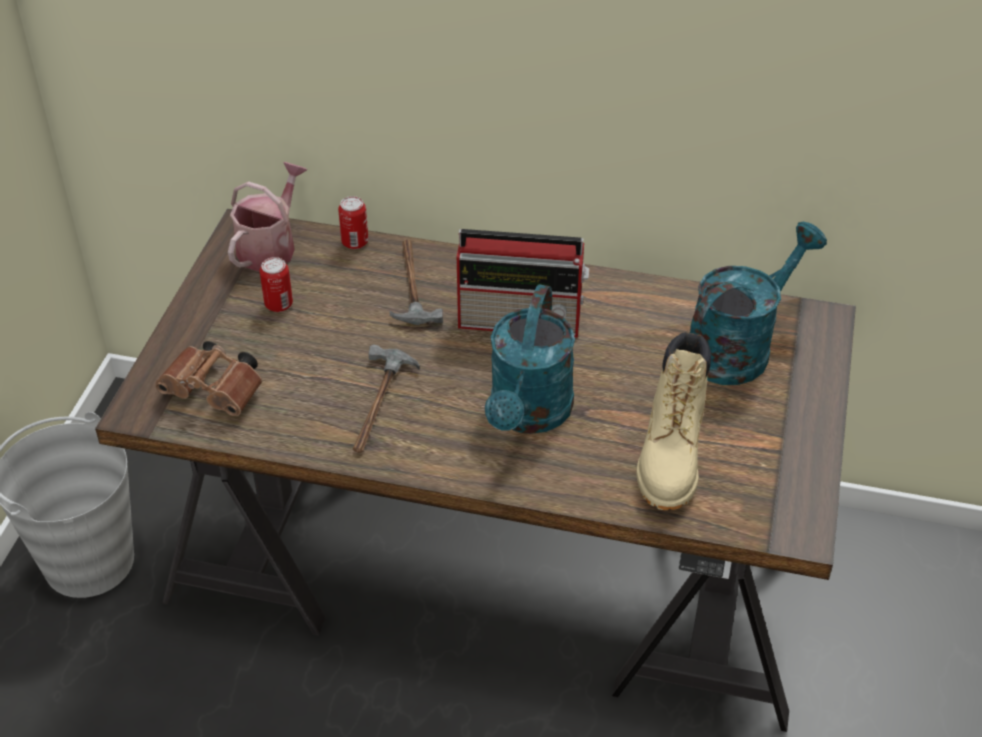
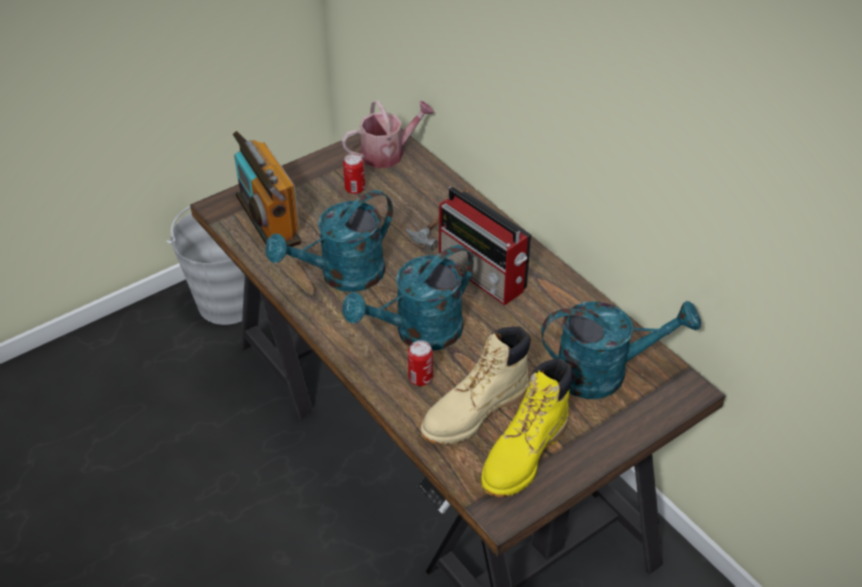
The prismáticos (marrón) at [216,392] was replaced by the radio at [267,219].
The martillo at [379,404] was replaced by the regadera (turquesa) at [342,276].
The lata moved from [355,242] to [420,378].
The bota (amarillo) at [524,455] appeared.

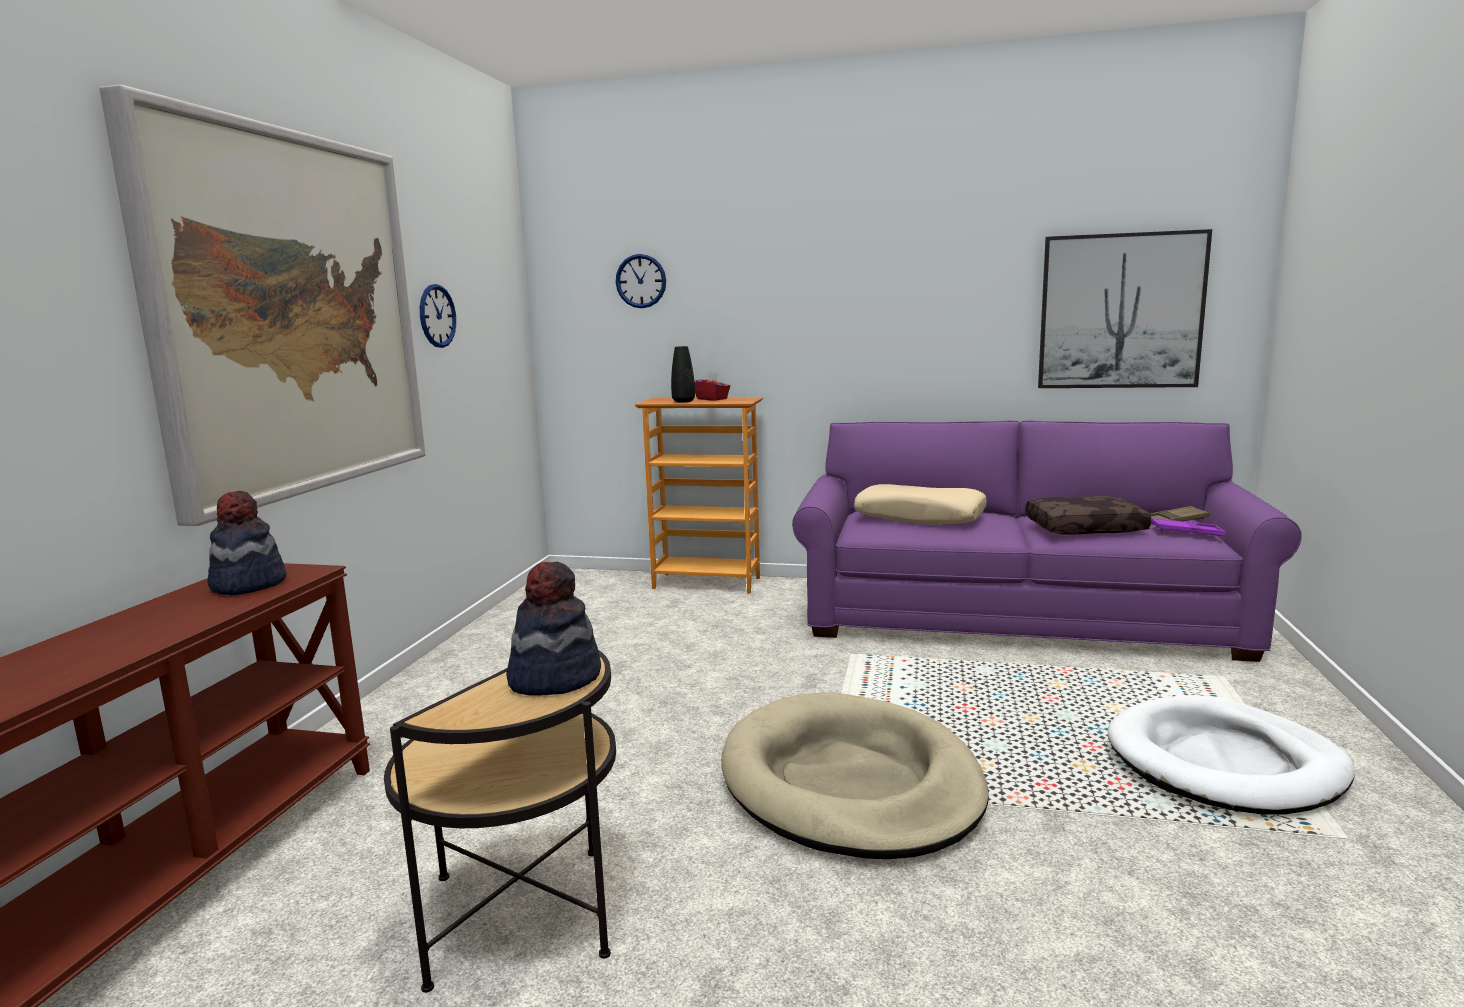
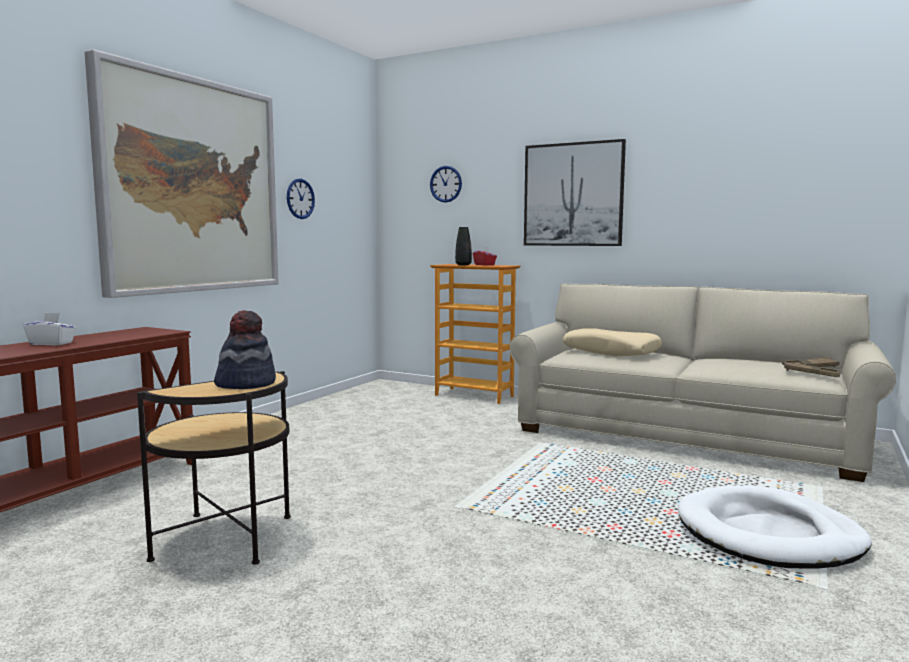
The caja de pañuelos (blanco) at [52,343] appeared.
The sofá (morado) at [1017,616] became the sofá (beis) at [685,435].
The cuadro moved from [1120,311] to [573,194].
The bandeja (morado) at [1187,532] became the bandeja (marrón) at [811,373].
The sombrero at [248,584] disappeared.
The cama para perro (beis) at [850,783] disappeared.
The cojín (marrón) at [1085,528] disappeared.

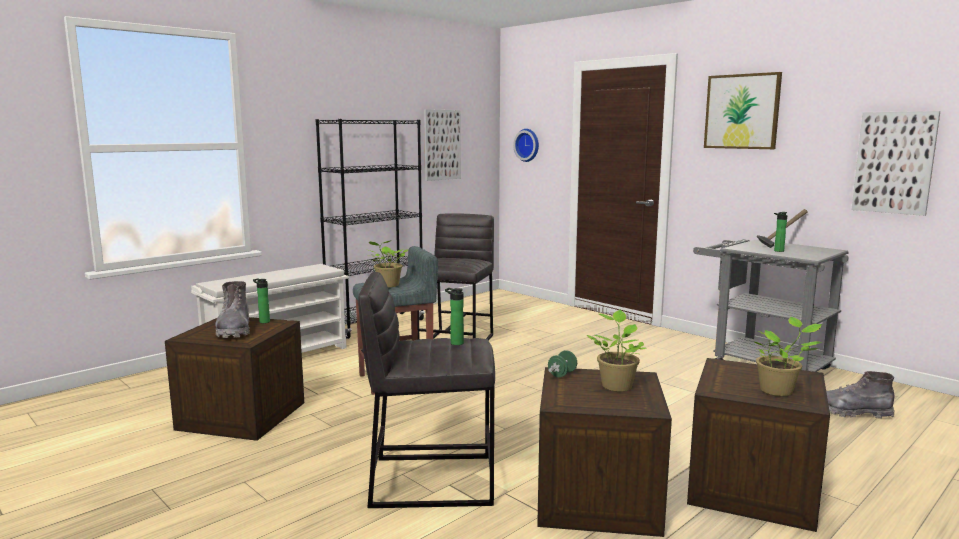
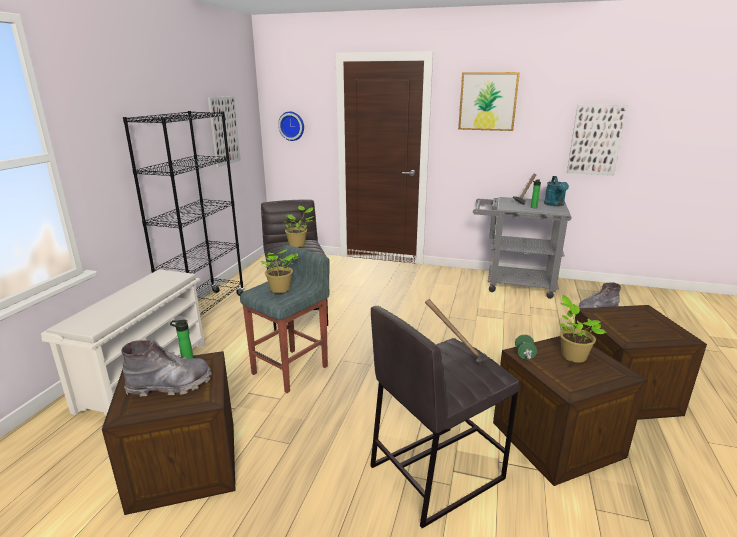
The bota (gris) at [234,330] turned 60 degrees counterclockwise.
The planta en maceta moved from [778,391] to [298,245].
The botella at [455,343] was replaced by the martillo at [455,355].
The regadera (turquesa) at [555,205] appeared.

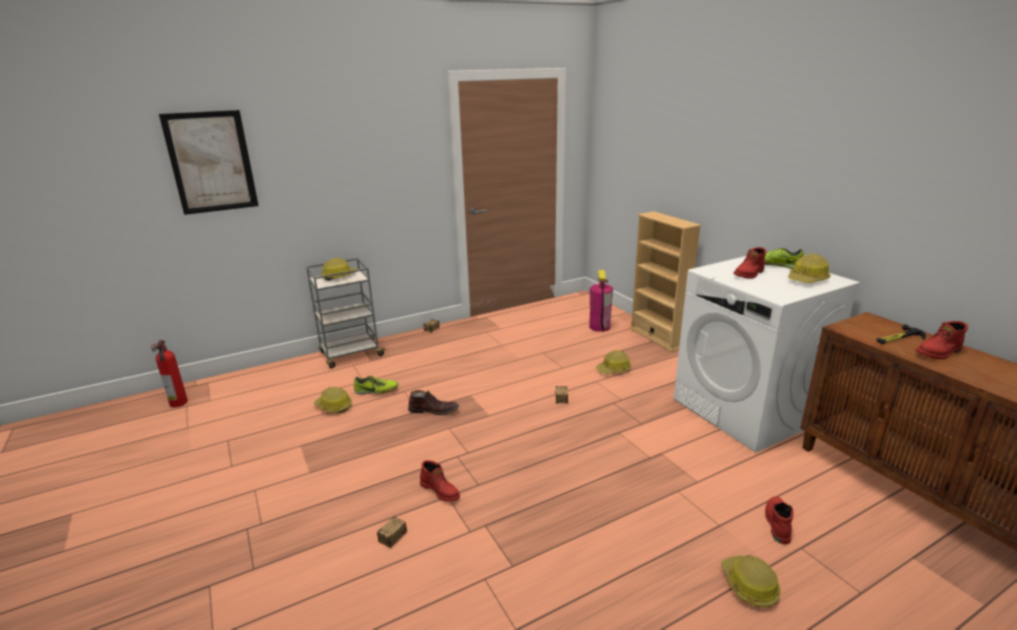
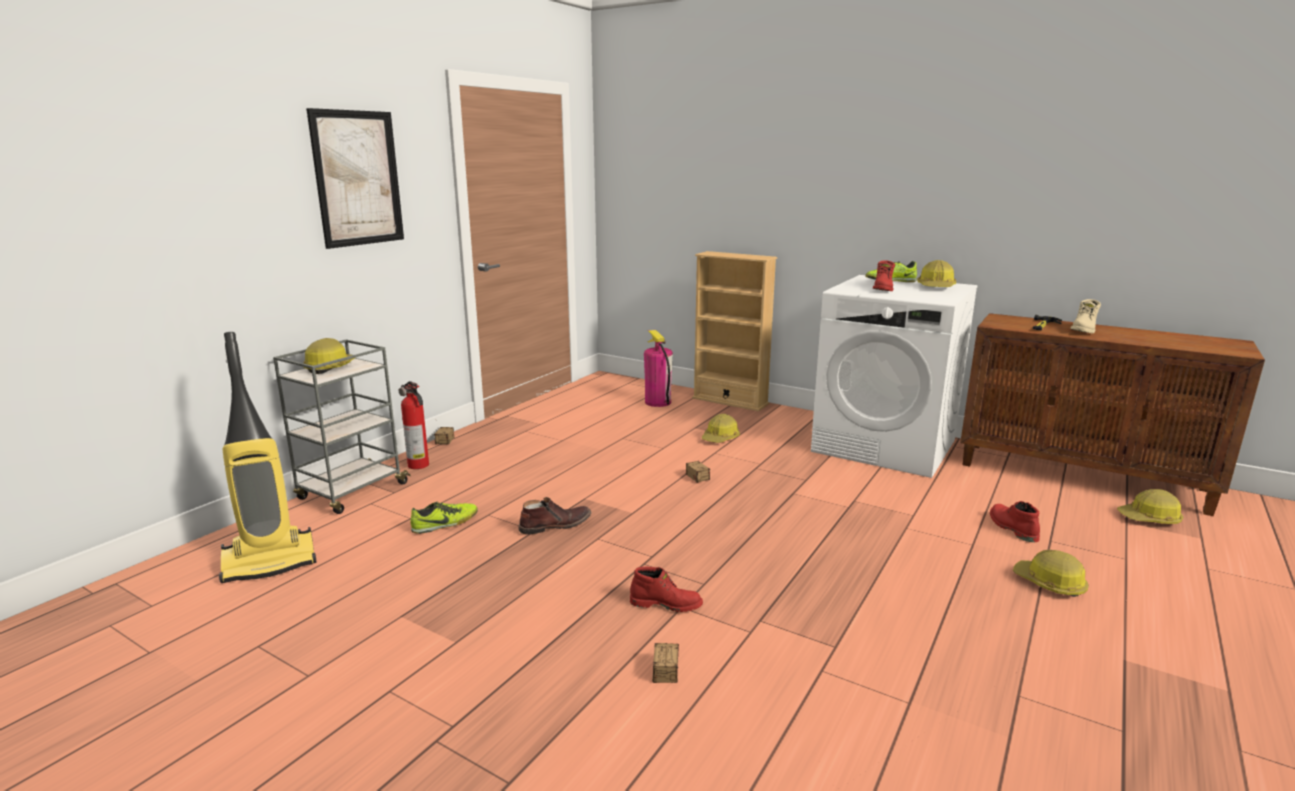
The aspiradora at [270,562] appeared.
The cuadro moved from [211,162] to [358,178].
The extintor moved from [178,403] to [419,465].
The bota (rojo) at [939,353] became the bota (beis) at [1084,330].
The casco moved from [333,406] to [1149,519].

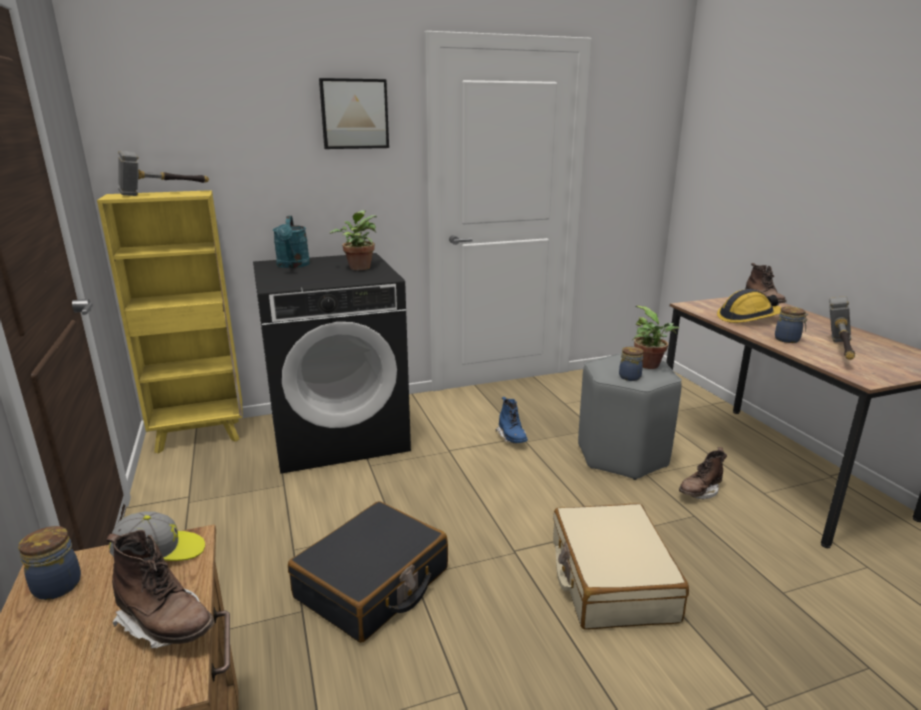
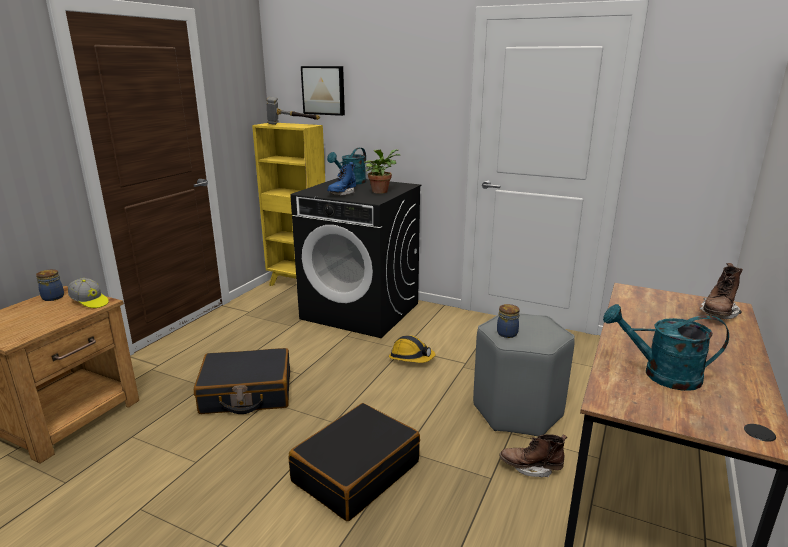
The maleta (beis) at [610,580] became the maleta (negro) at [355,471].
The cuadro moved from [354,114] to [324,90].
The bota (azul) moved from [512,438] to [342,194].
The casco moved from [747,318] to [411,358].
The martillo at [839,351] was replaced by the regadera (turquesa) at [661,375].
The bota (marrón) at [165,624] disappeared.
The planta en maceta at [651,366] disappeared.
The tarro at [788,340] disappeared.

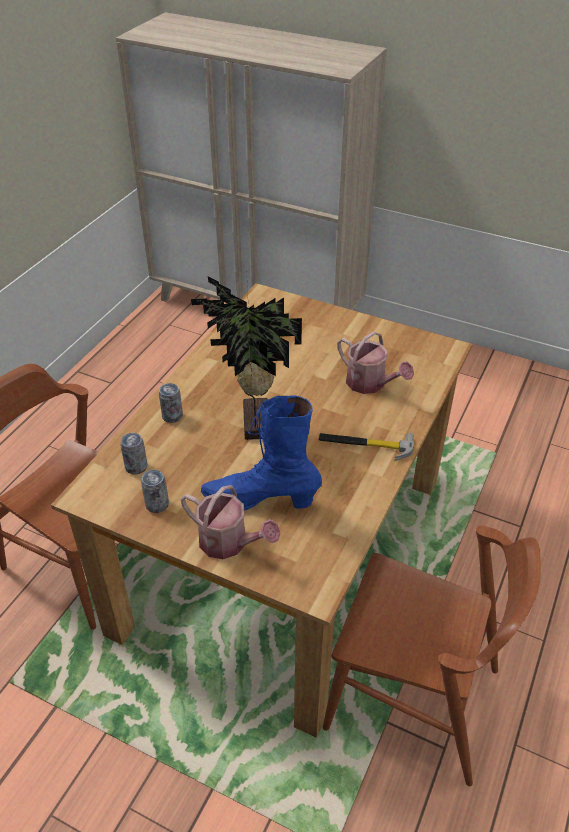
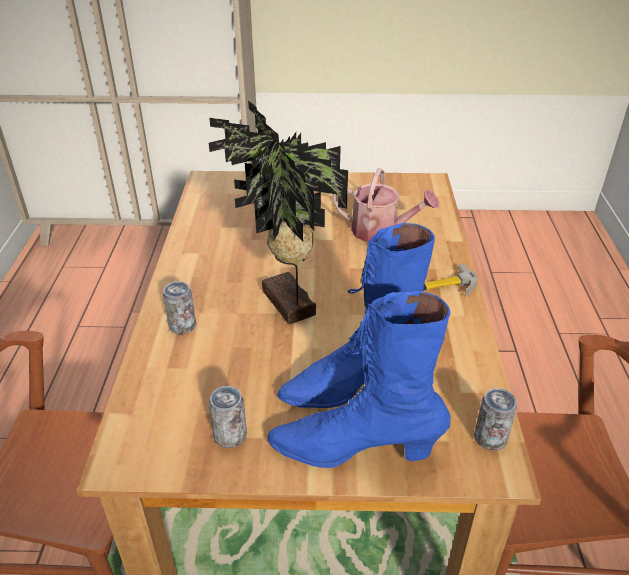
The regadera at [229,543] was replaced by the bota (azul) at [354,449].
The lata moved from [136,467] to [490,438].

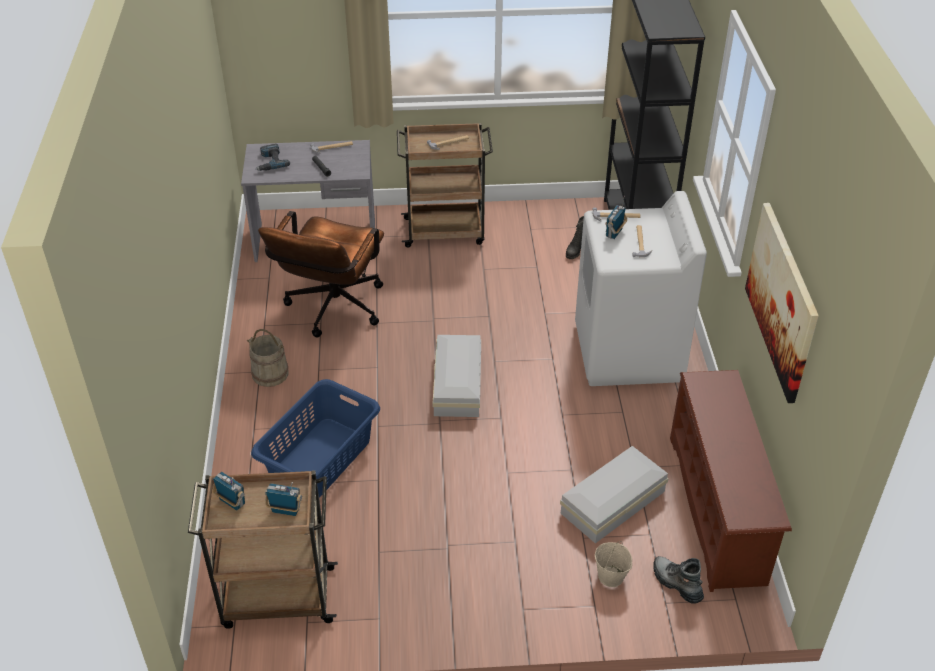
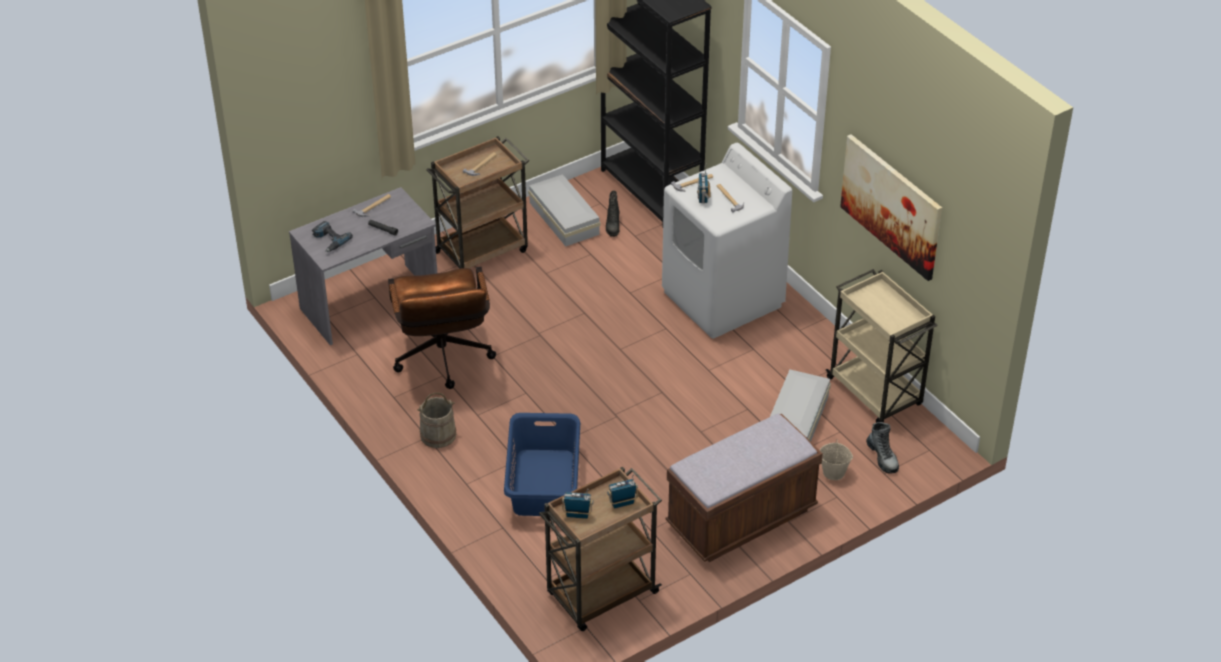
The caja de almacenaje (blanco) moved from [459,383] to [564,217].
The banco (marrón) at [741,518] appeared.
The zapatero (marrón) at [718,509] was replaced by the carrito (beis) at [875,393].
The bota at [676,583] turned 135 degrees counterclockwise.

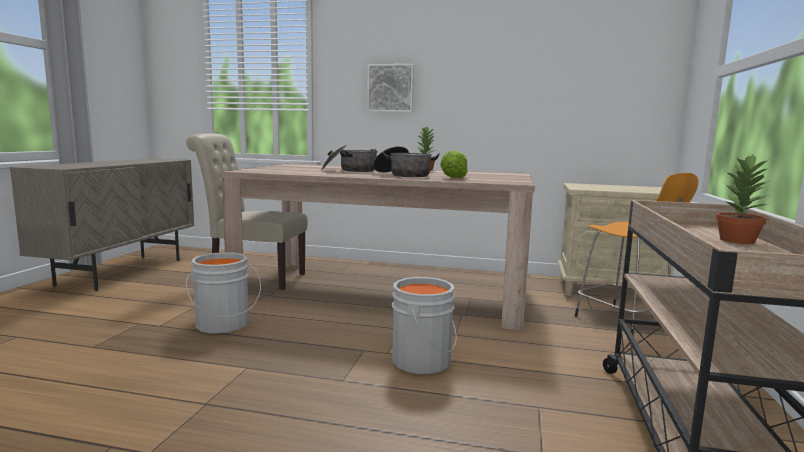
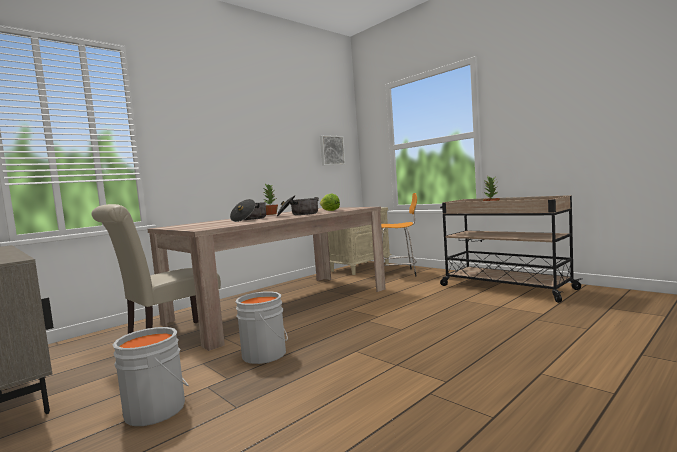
The cubo (gris) moved from [424,361] to [158,409].
The cuadro moved from [391,88] to [331,150].

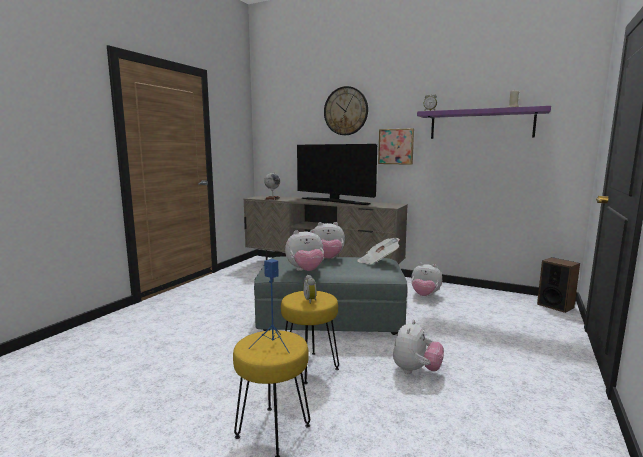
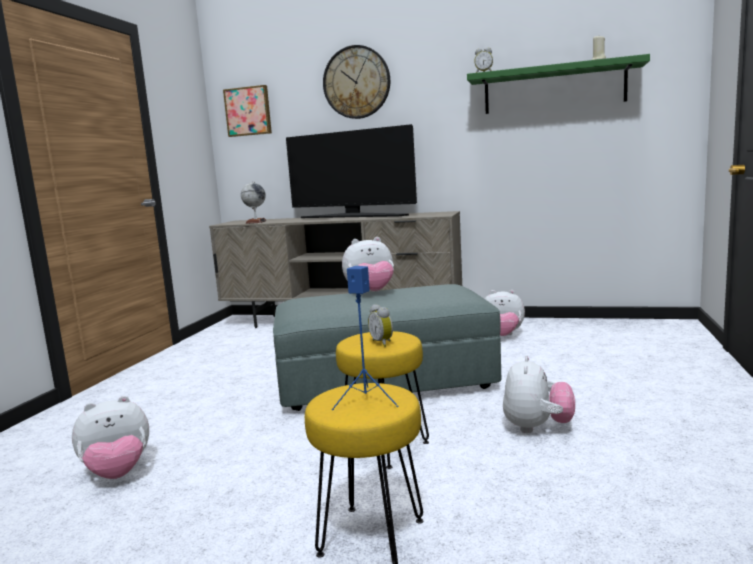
The peluche moved from [305,271] to [117,473].
The cuadro moved from [396,146] to [248,111].
The estante (morado) at [481,124] became the estante (verde) at [553,88].
The periódico at [378,261] disappeared.
The altavoz at [555,306] disappeared.

